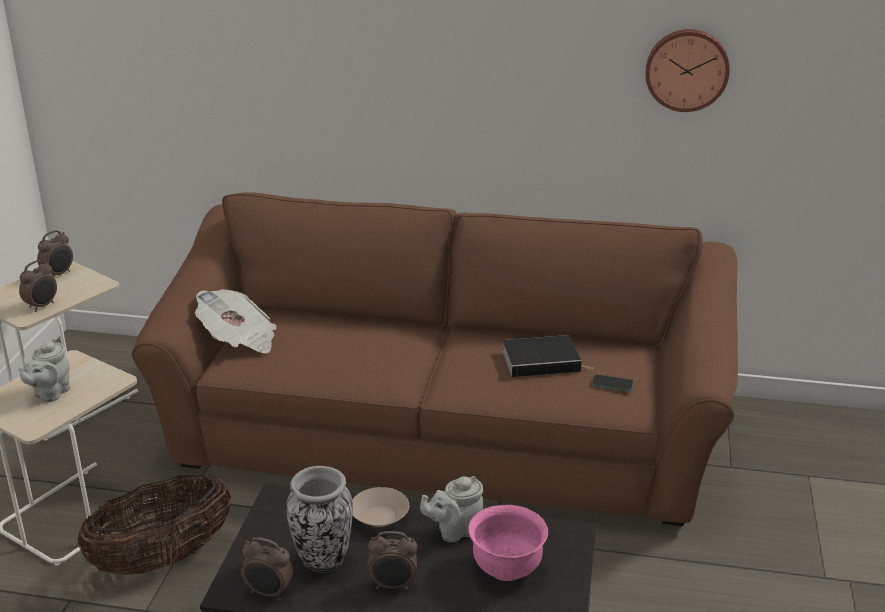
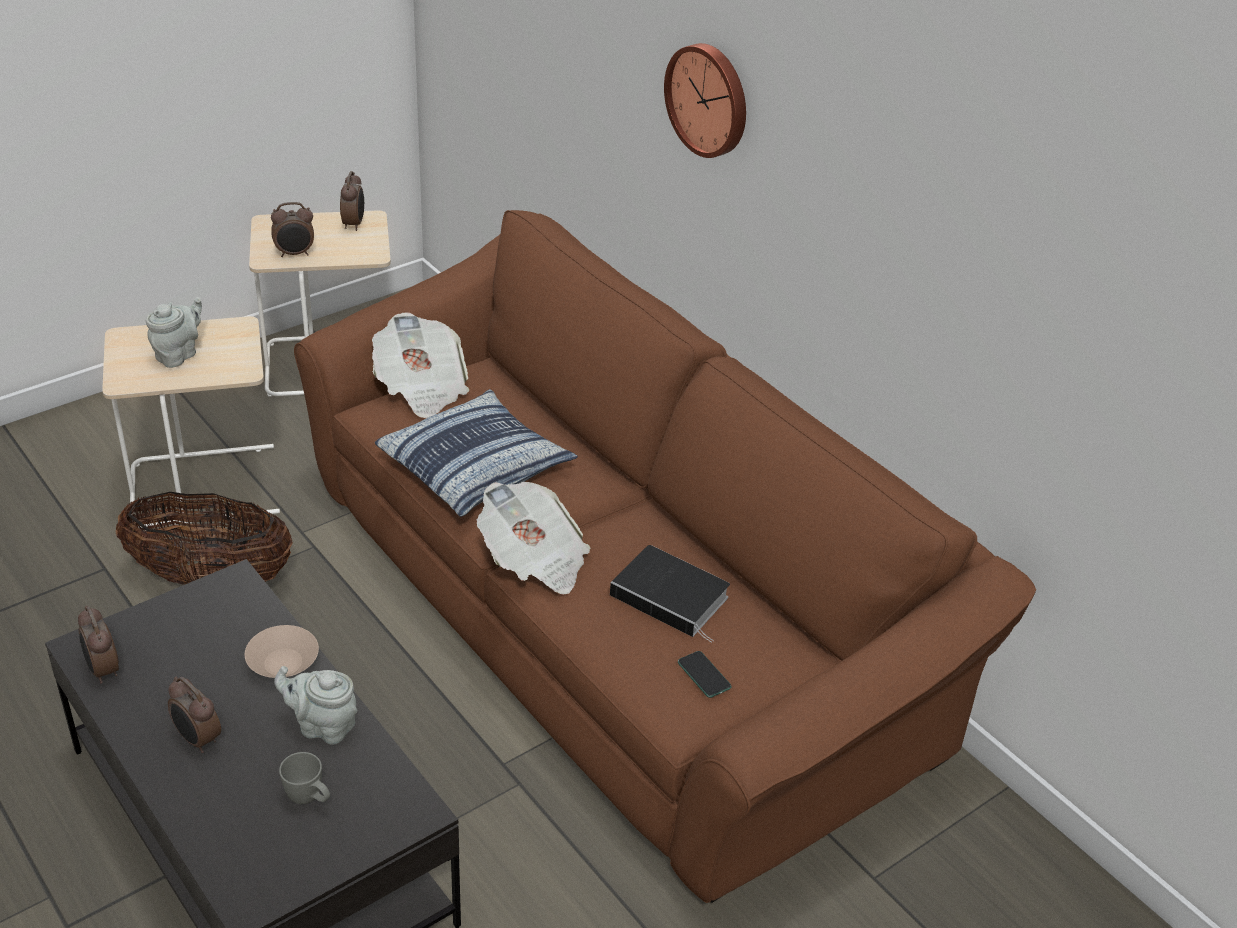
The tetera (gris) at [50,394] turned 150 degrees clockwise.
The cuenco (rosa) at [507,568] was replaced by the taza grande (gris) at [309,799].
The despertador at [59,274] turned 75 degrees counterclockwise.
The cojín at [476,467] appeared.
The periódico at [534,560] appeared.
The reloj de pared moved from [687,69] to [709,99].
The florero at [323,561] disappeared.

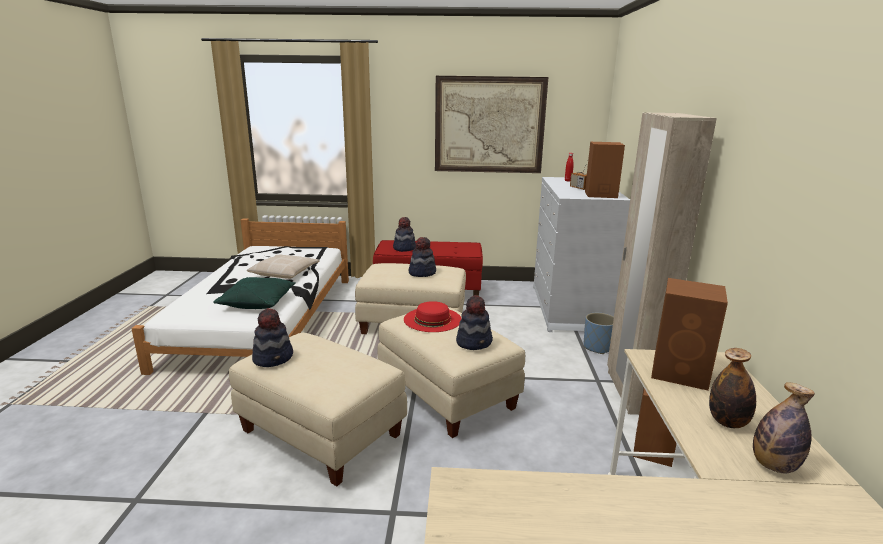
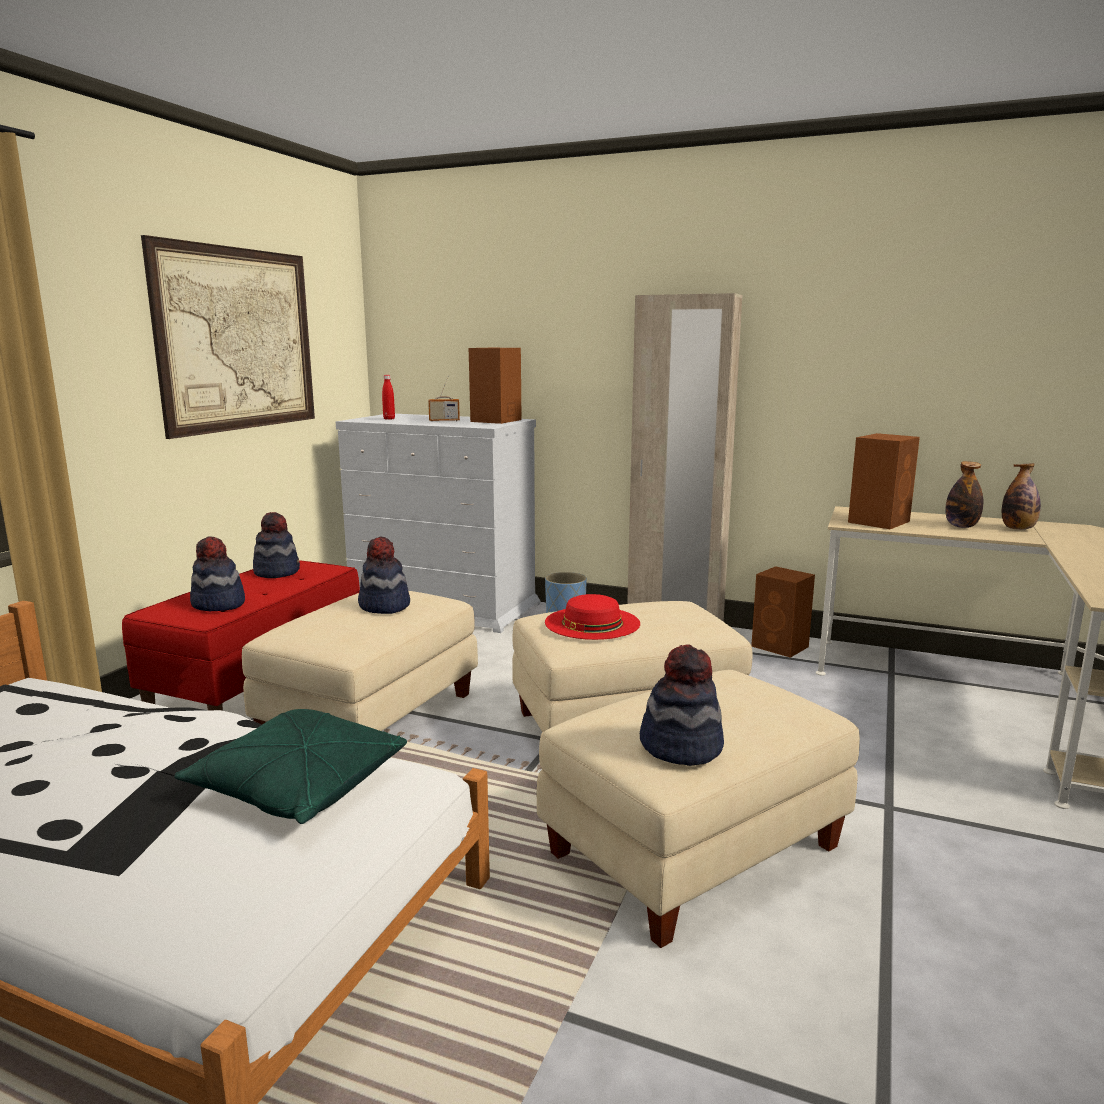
The sombrero moved from [474,342] to [277,572].
The cojín (beis) at [285,273] disappeared.

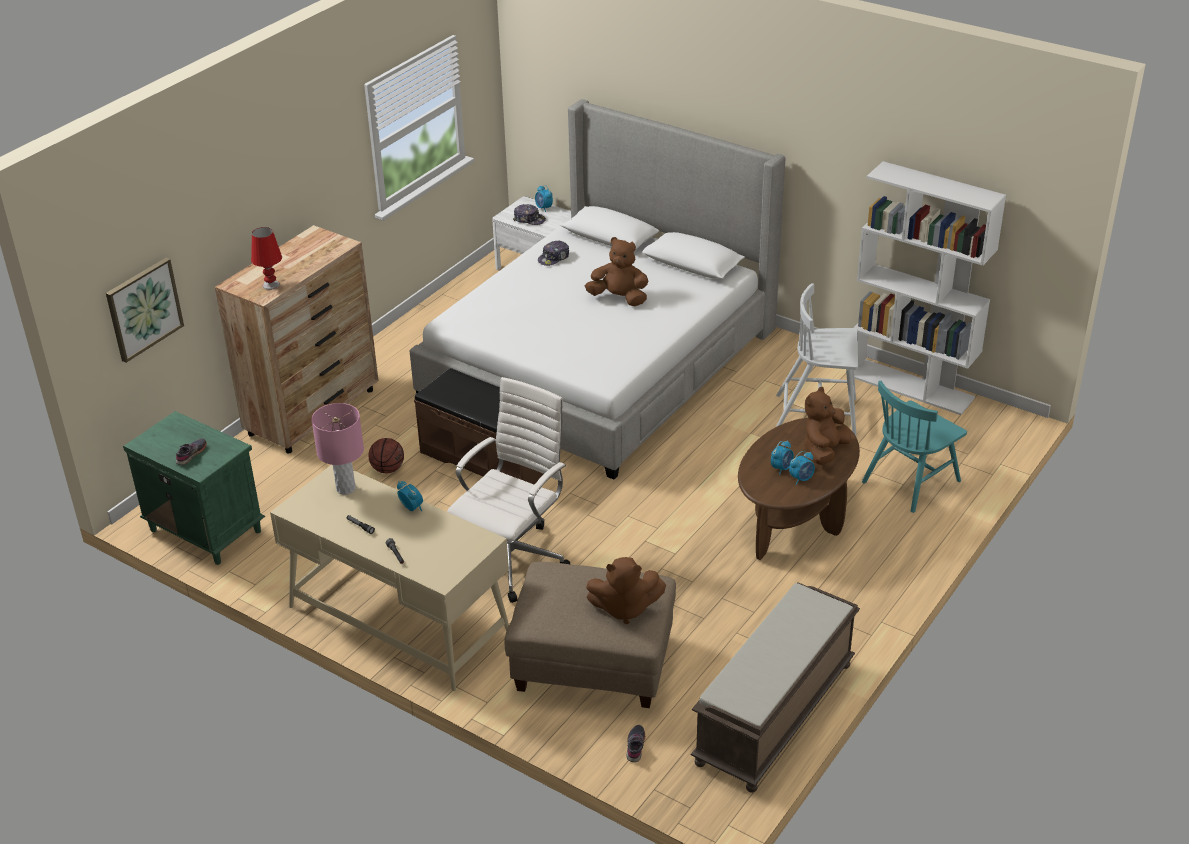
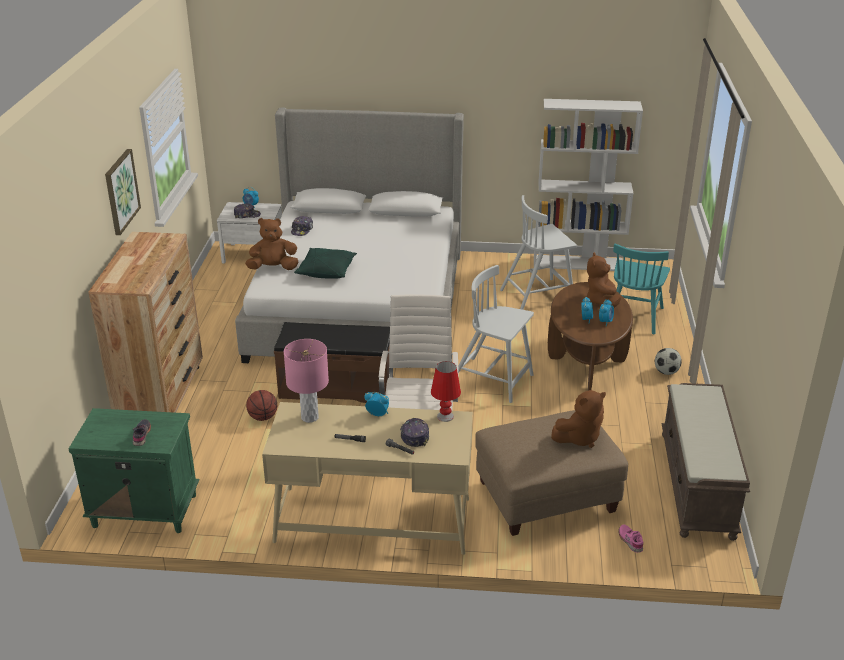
The cuadro moved from [143,309] to [121,191].
The peluche (marrón) moved from [619,298] to [273,268].
The cojín (verde) at [326,271] appeared.
The gorra at [414,436] appeared.
The lámpara de mesa (rojo) moved from [271,285] to [445,416].
The silla (blanco) at [493,380] appeared.
The zapato (gris) at [636,746] became the zapato (rosa) at [630,541].
The balón de fútbol at [666,372] appeared.

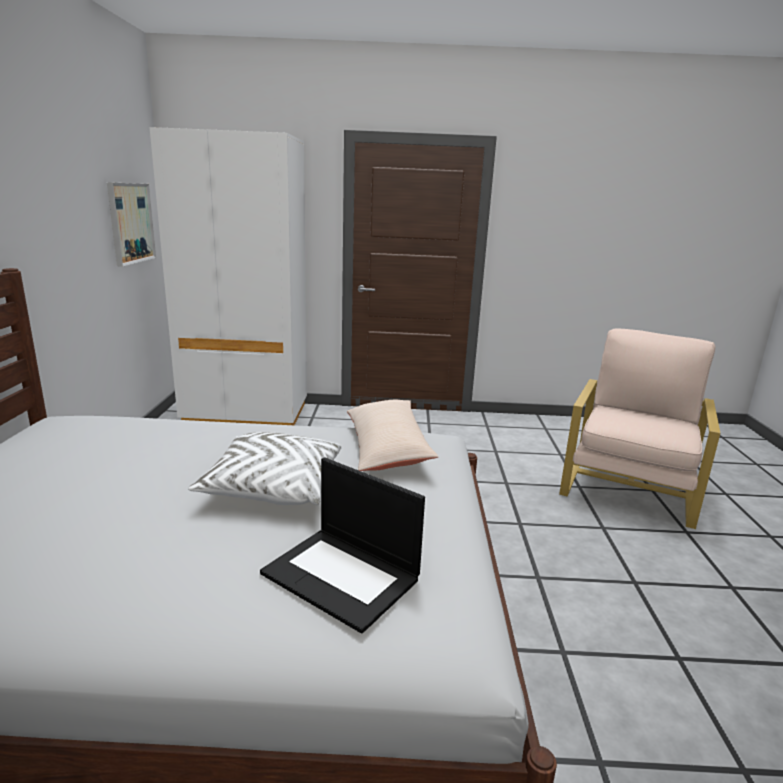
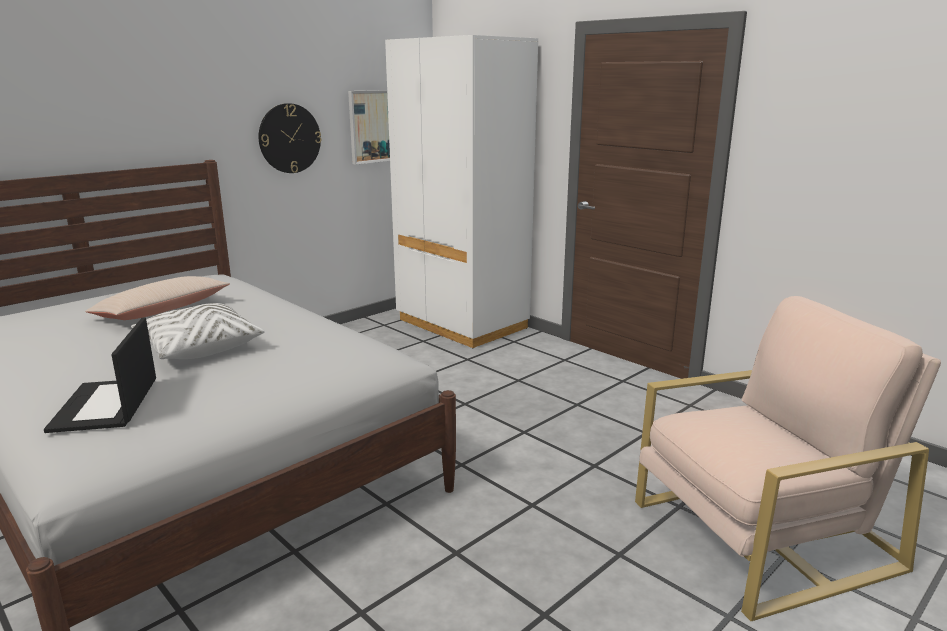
The cojín (beis) moved from [386,447] to [162,311].
The reloj de pared at [289,138] appeared.

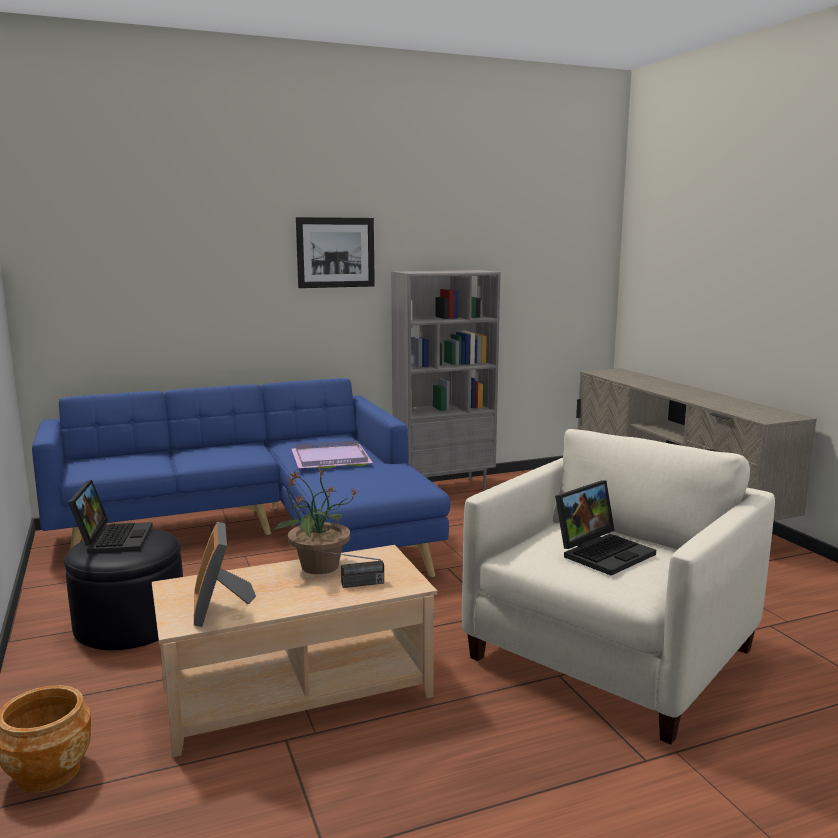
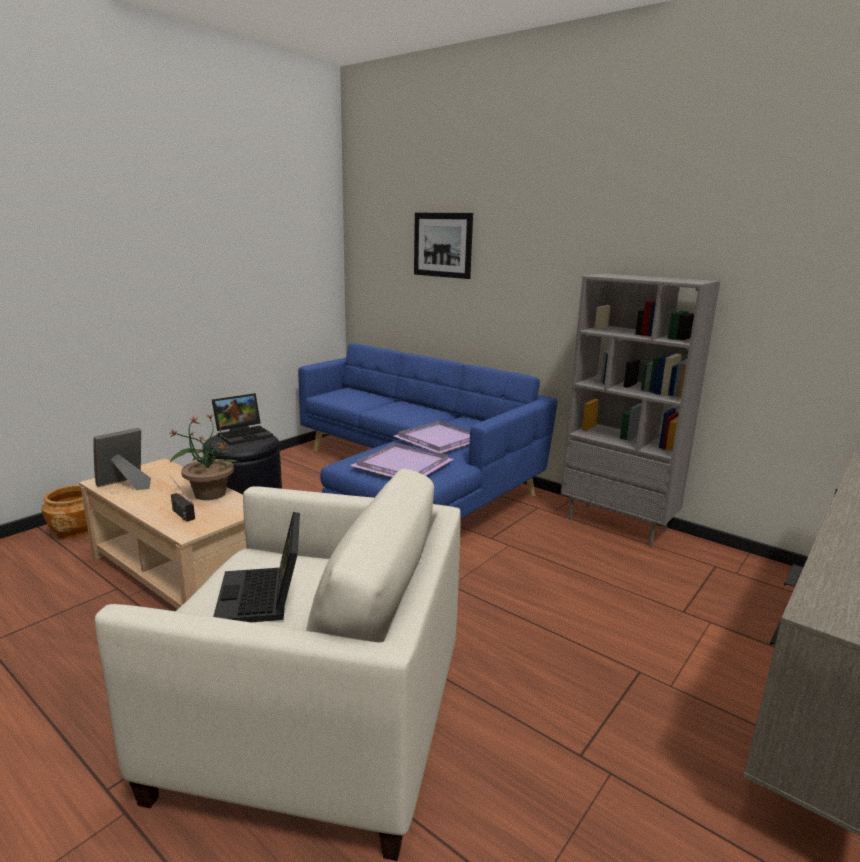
The portátil at [603,552] turned 60 degrees clockwise.
The bandeja (morado) at [402,465] appeared.
The cuadro moved from [335,252] to [442,245].

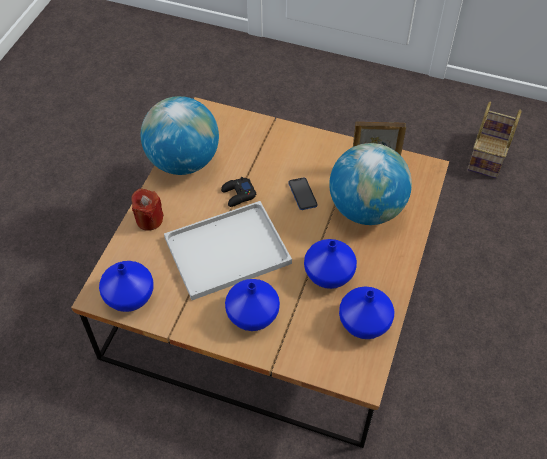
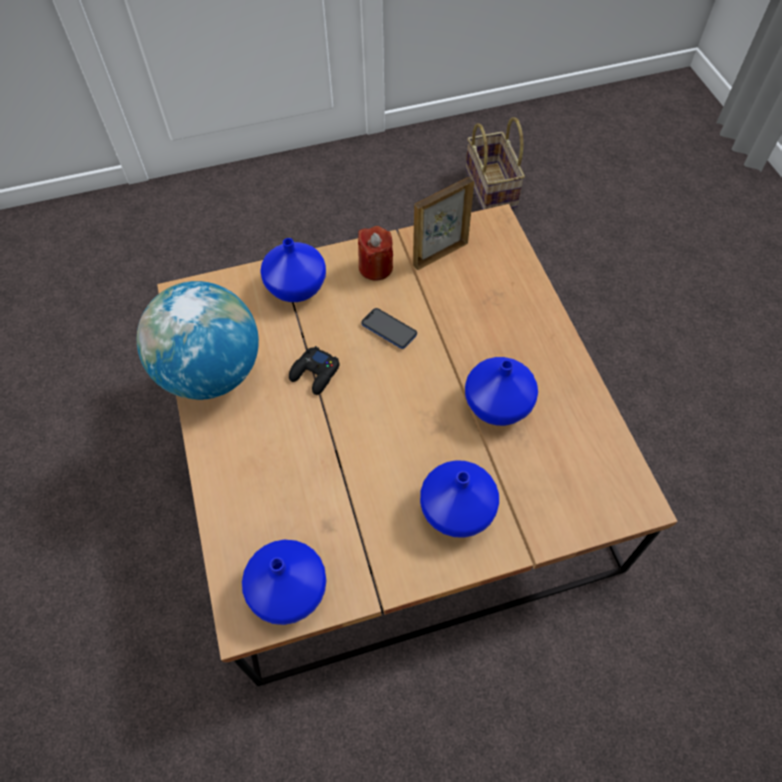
The florero (azul) moved from [363,323] to [295,288].
The vela (rojo) moved from [149,220] to [375,267].
The bandeja (blanco) at [225,252] disappeared.
The globo terráqueo at [366,209] disappeared.

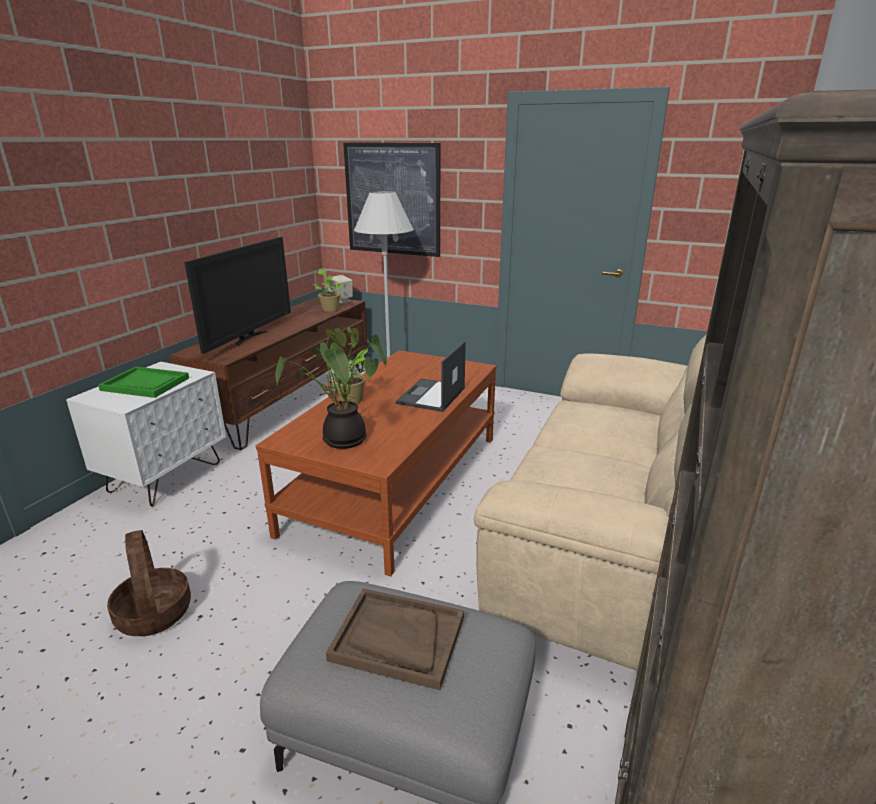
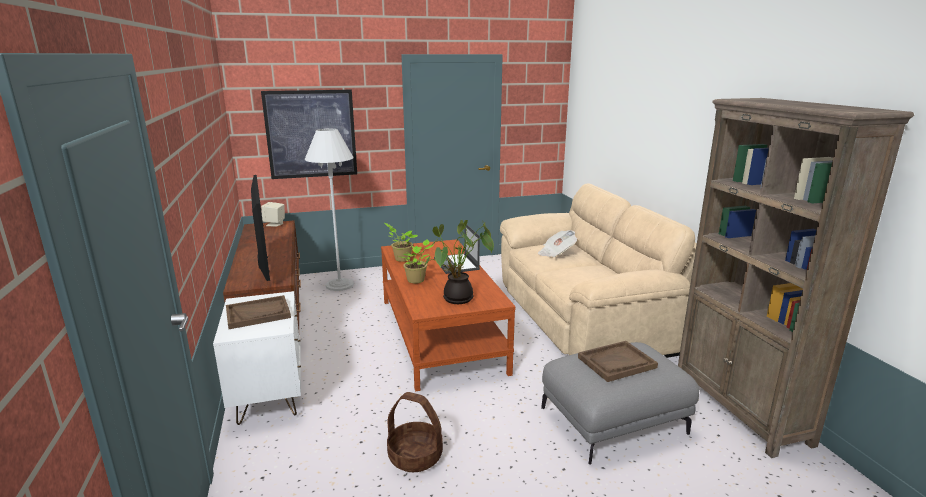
The bandeja (verde) at [145,384] became the bandeja (marrón) at [258,313].
The planta en maceta moved from [330,309] to [401,259].
The periódico at [556,253] appeared.

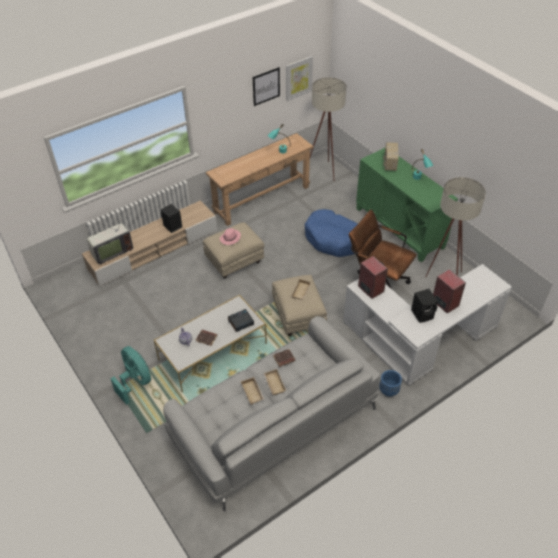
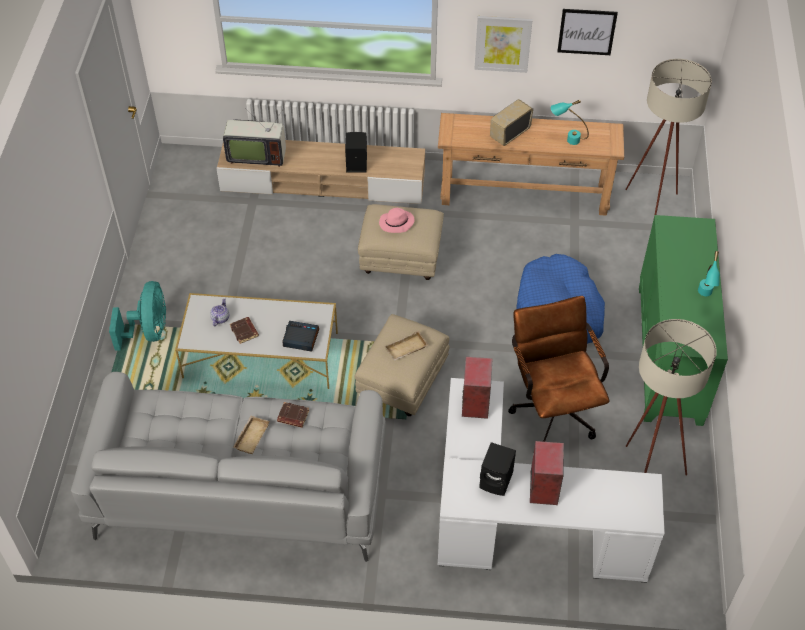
The cuadro moved from [298,78] to [502,43].
The radio moved from [389,164] to [509,133].
The bandeja (beis) at [253,392] disappeared.
The maceta (azul) at [389,390] disappeared.

